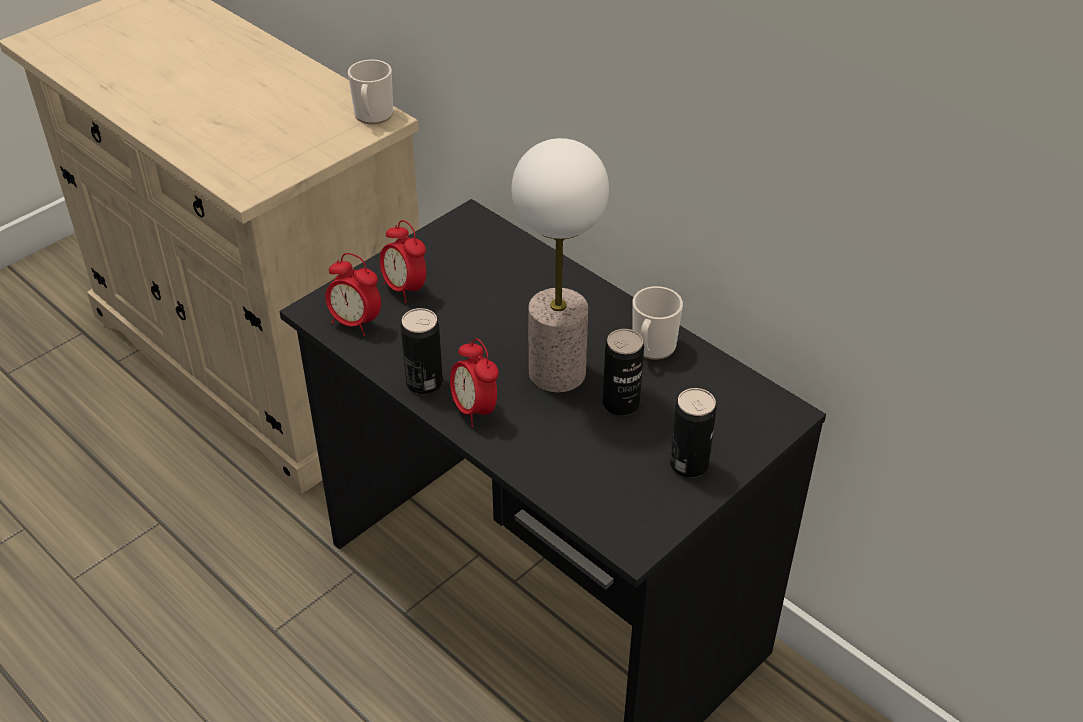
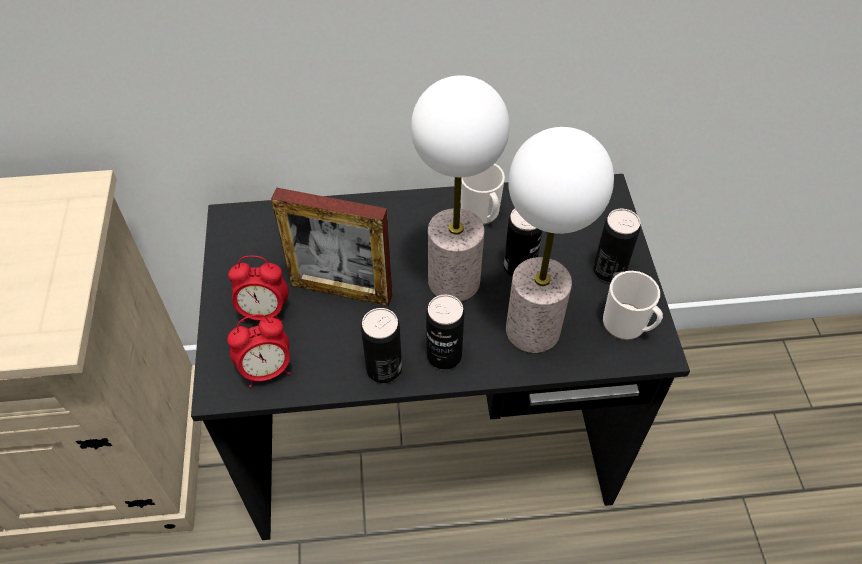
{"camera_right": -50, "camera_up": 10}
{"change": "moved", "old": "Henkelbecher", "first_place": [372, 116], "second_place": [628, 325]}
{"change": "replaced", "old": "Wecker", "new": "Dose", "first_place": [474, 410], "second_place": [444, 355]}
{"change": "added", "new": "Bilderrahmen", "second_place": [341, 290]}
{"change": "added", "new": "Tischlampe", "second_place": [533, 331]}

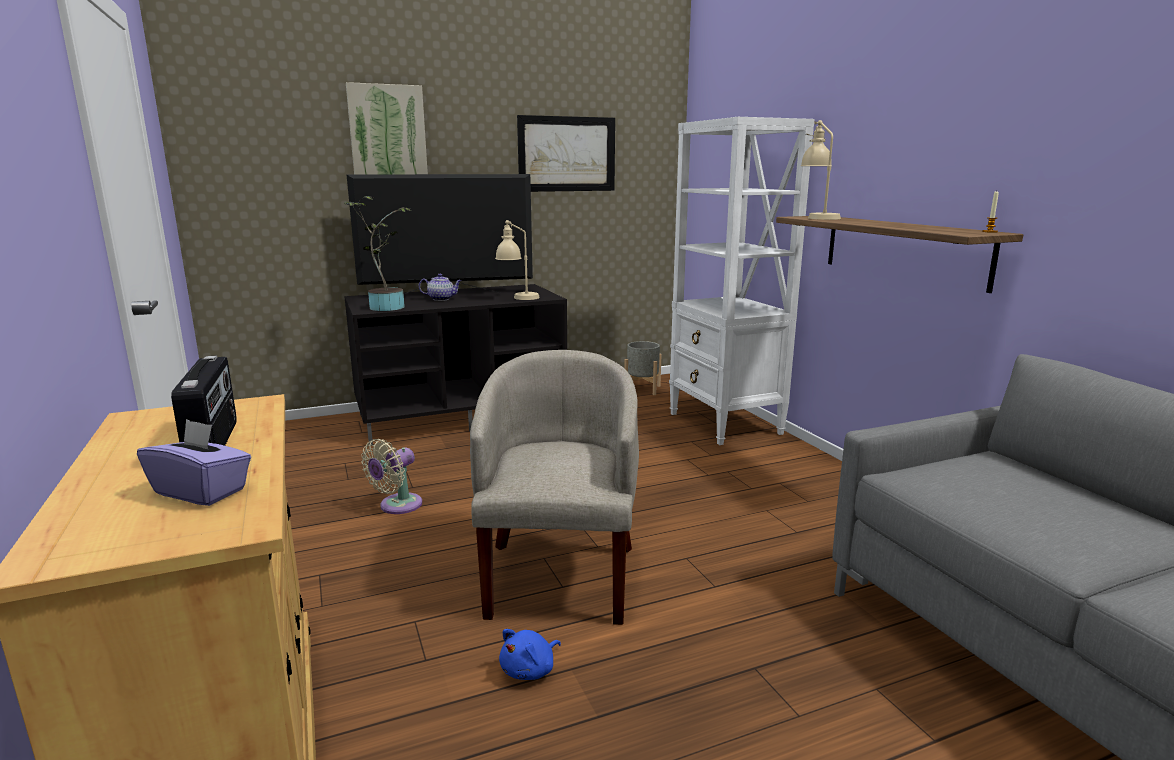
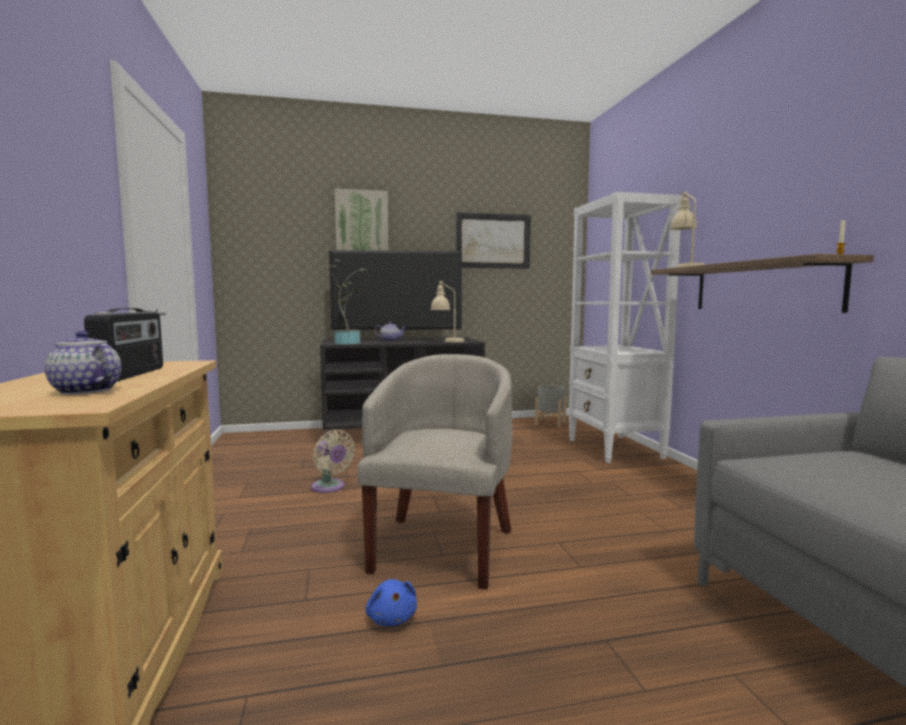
{"camera_right": 10, "camera_up": -10}
{"change": "replaced", "old": "Taschentuchbox/lila", "new": "Teekanne", "first_place": [202, 491], "second_place": [84, 391]}
{"change": "turned", "old": "Ventilator/beige", "first_place": [397, 506], "second_place": [330, 487], "degrees": -90}
{"change": "turned", "old": "Plüschtier/blau", "first_place": [530, 670], "second_place": [391, 618], "degrees": -75}

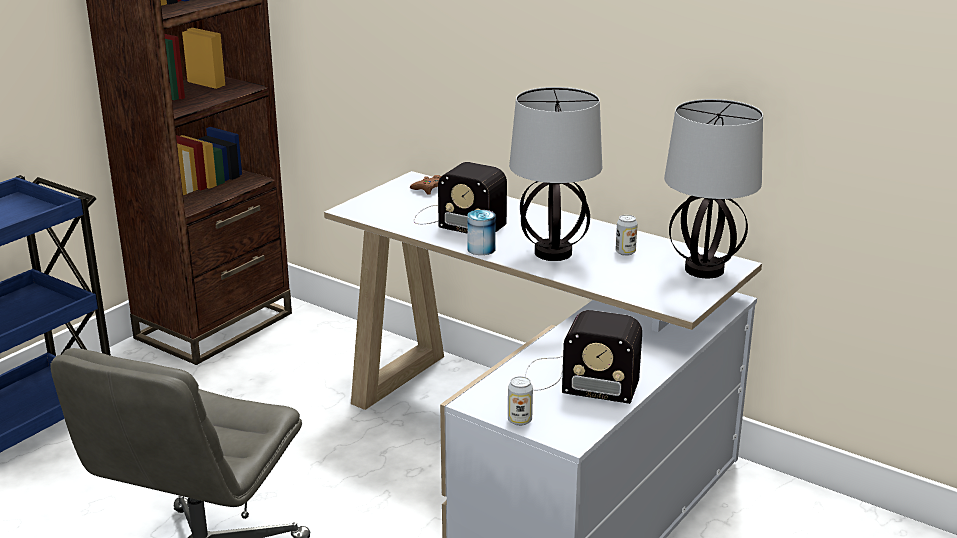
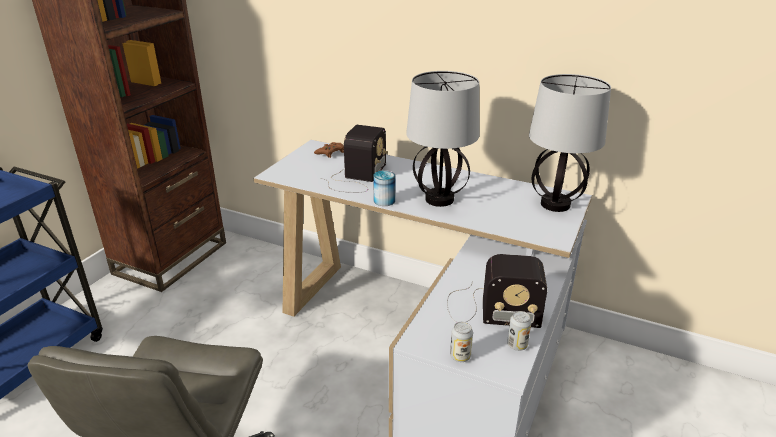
{"camera_right": -10, "camera_up": 5}
{"change": "turned", "old": "Radio", "first_place": [456, 220], "second_place": [357, 177], "degrees": -90}
{"change": "moved", "old": "Dose", "first_place": [625, 252], "second_place": [517, 345]}

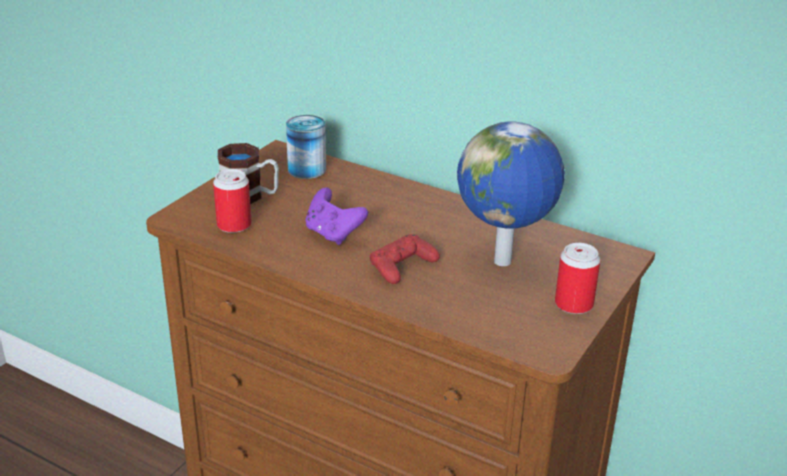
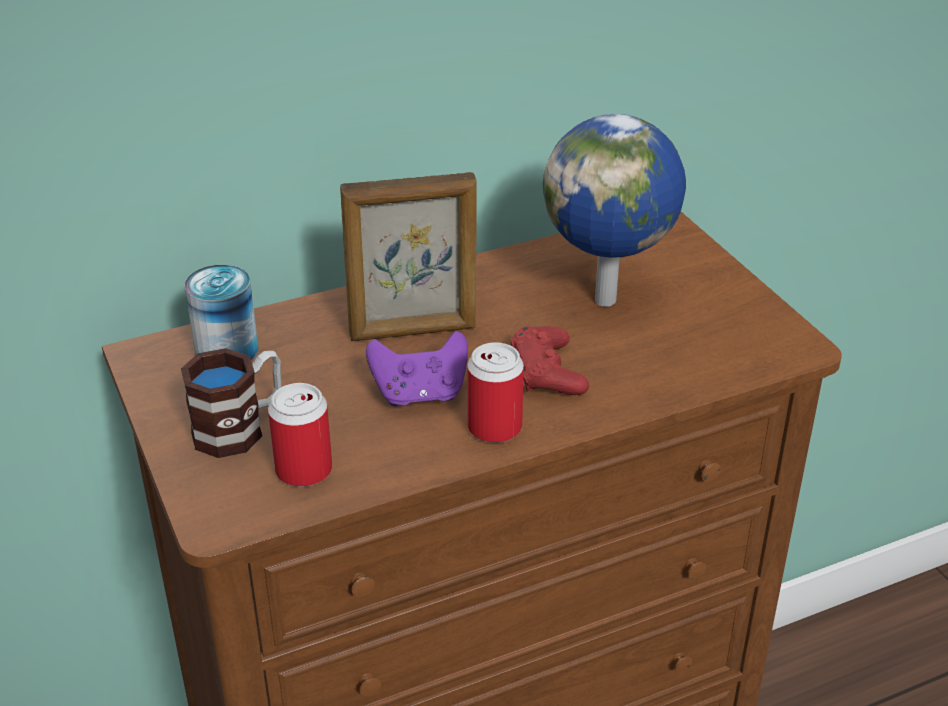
{"camera_right": -55, "camera_up": 5}
{"change": "moved", "old": "Dose", "first_place": [573, 304], "second_place": [494, 427]}
{"change": "added", "new": "Bilderrahmen", "second_place": [413, 331]}

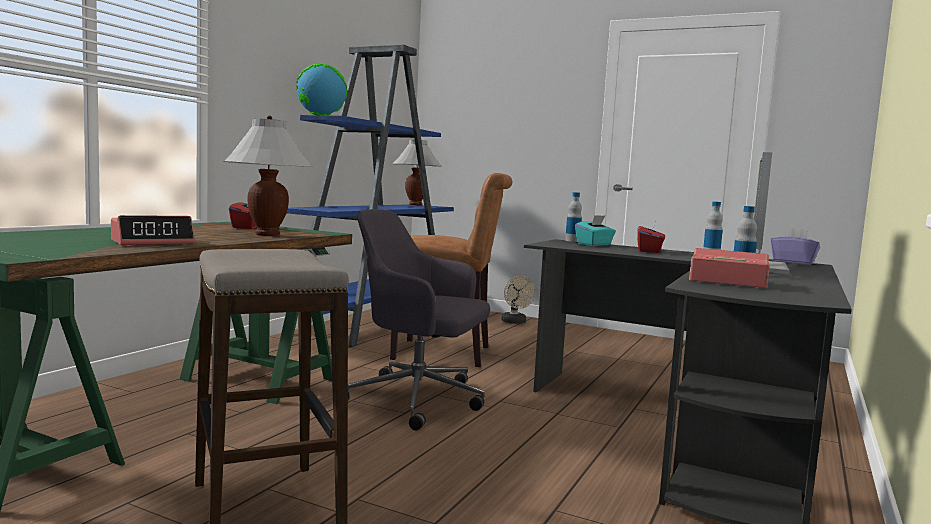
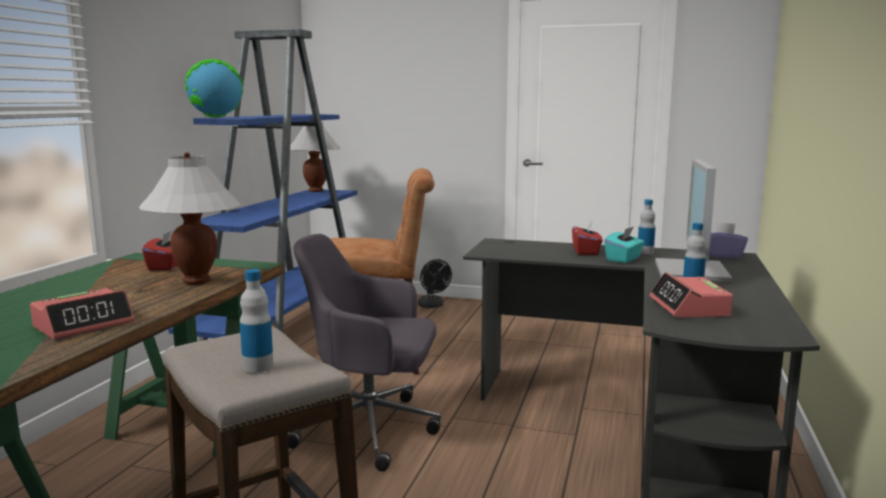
{"camera_right": -10, "camera_up": 5}
{"change": "recoloured", "old": "Ventilator/beige", "new": "Ventilator/schwarz", "first_place": [515, 322], "second_place": [433, 306]}
{"change": "moved", "old": "Flasche", "first_place": [572, 241], "second_place": [258, 366]}
{"change": "moved", "old": "Taschentuchbox/türkis", "first_place": [594, 244], "second_place": [624, 259]}
{"change": "turned", "old": "Wecker", "first_place": [727, 281], "second_place": [689, 308], "degrees": -105}

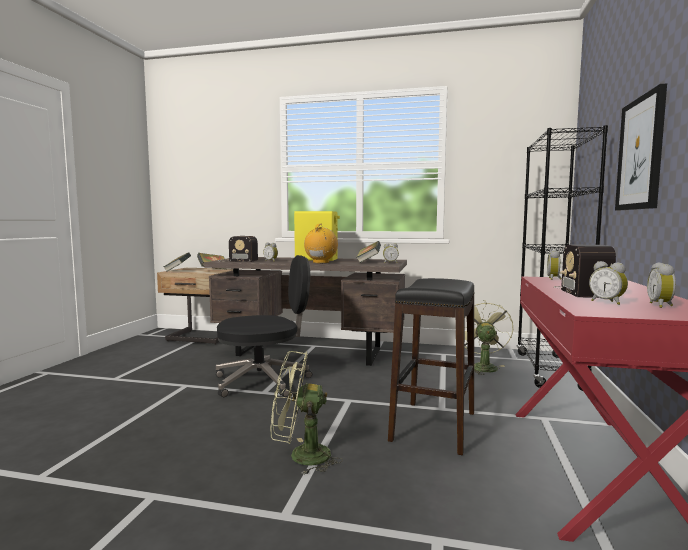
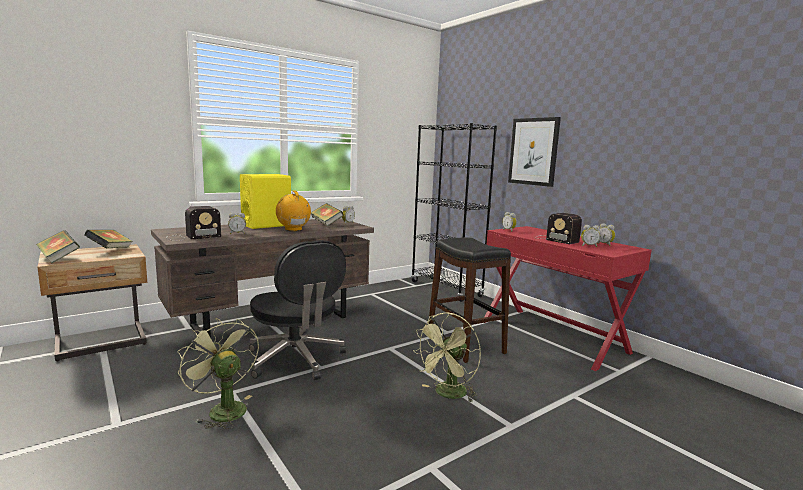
{"camera_right": -50, "camera_up": 5}
{"change": "turned", "old": "Bürostuhl/schwarz", "first_place": [264, 381], "second_place": [296, 359], "degrees": 120}
{"change": "moved", "old": "Ventilator/grün", "first_place": [482, 366], "second_place": [222, 409]}

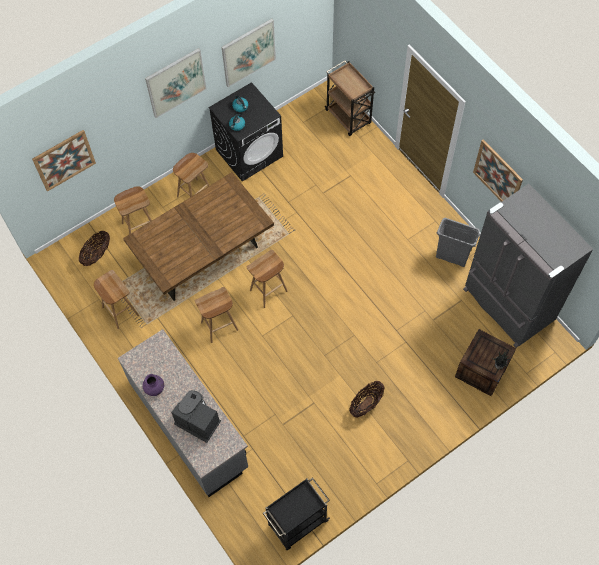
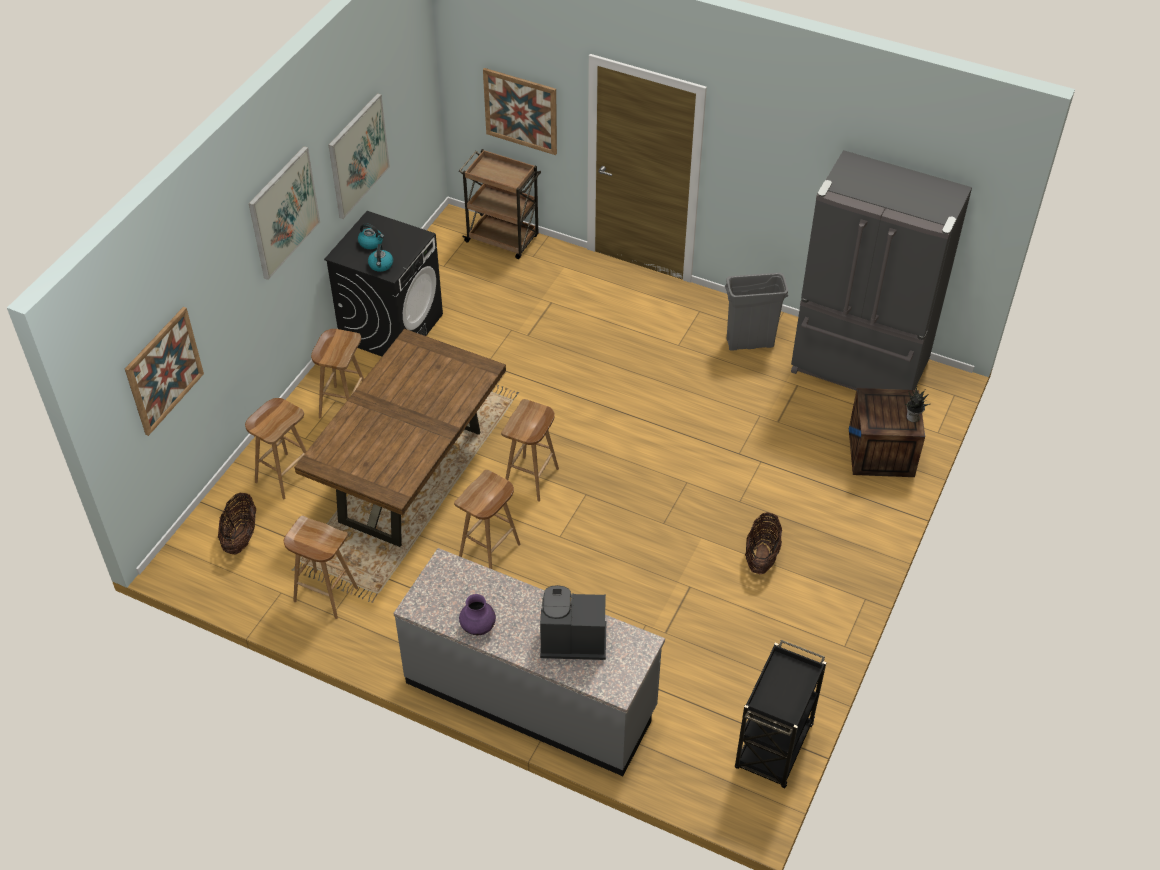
{"camera_right": -30, "camera_up": -15}
{"change": "moved", "old": "Bild", "first_place": [497, 175], "second_place": [521, 111]}

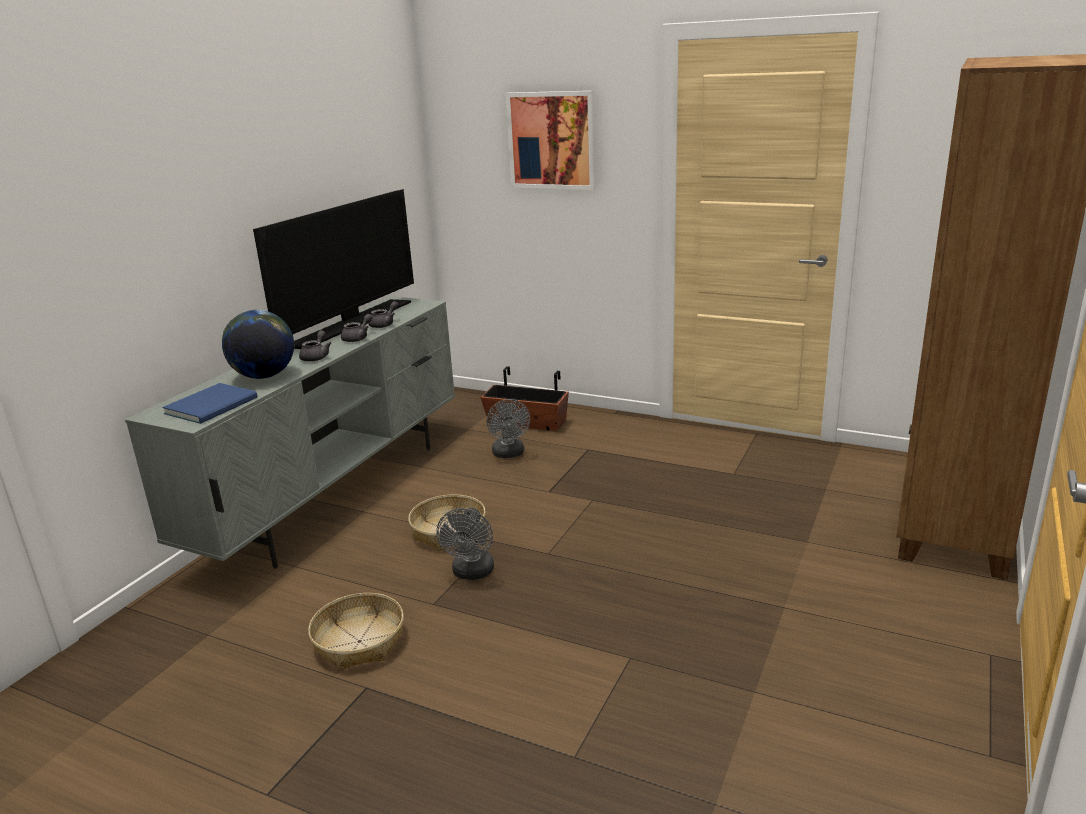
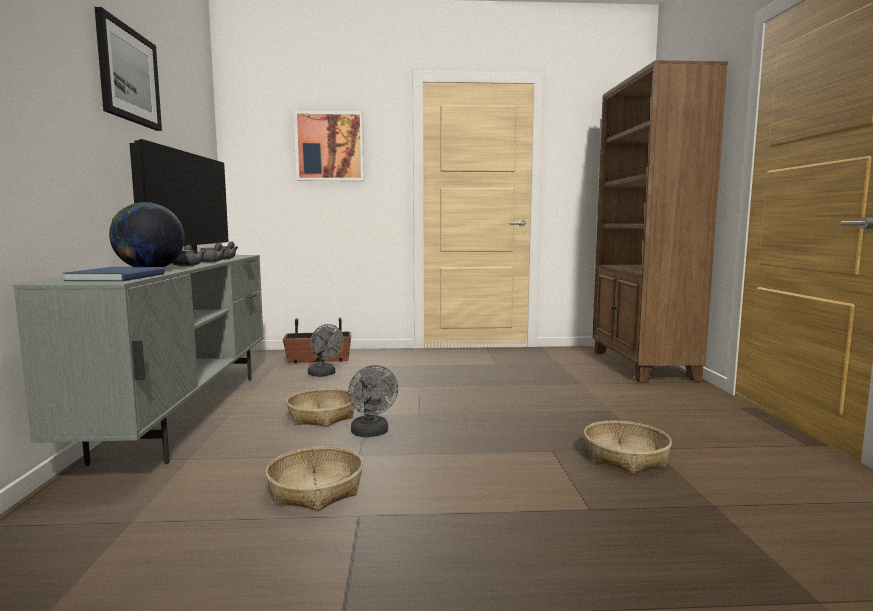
{"camera_right": -30, "camera_up": -15}
{"change": "added", "new": "Bild", "second_place": [128, 75]}
{"change": "added", "new": "Korb", "second_place": [626, 457]}

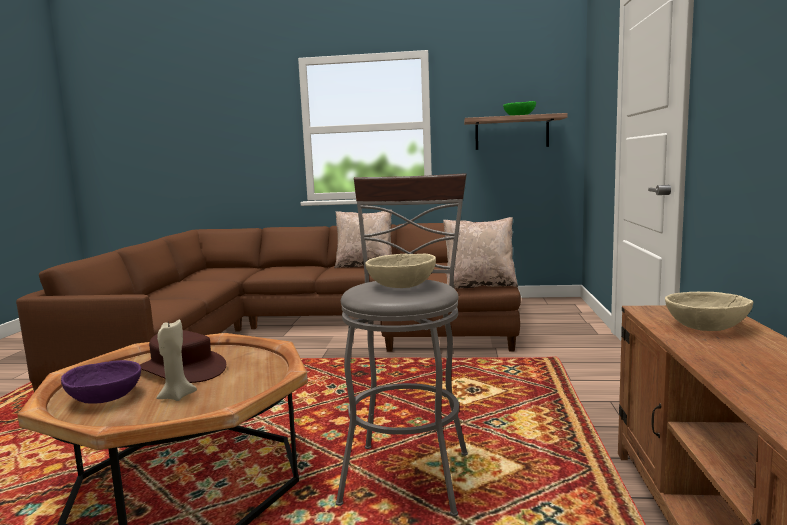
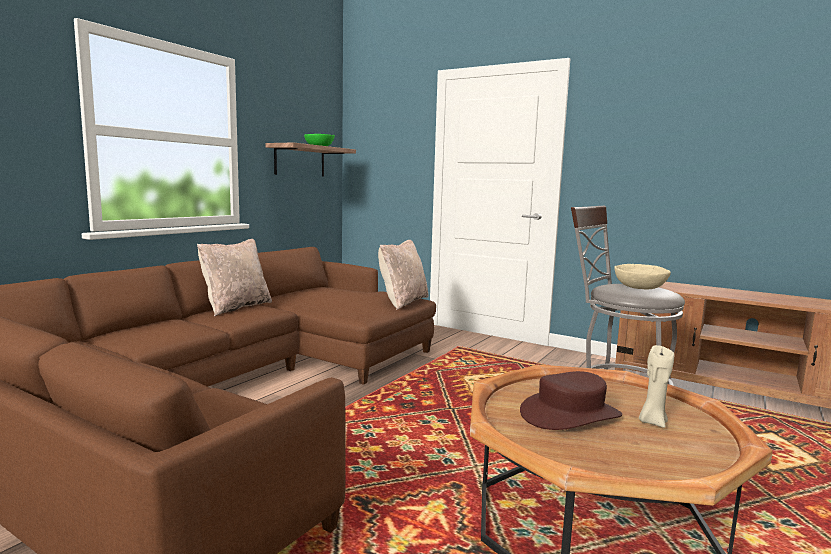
{"camera_right": -65, "camera_up": 0}
{"change": "removed", "old": "Schüssel/lila", "first_place": [104, 397]}
{"change": "removed", "old": "Schüssel/beige", "first_place": [706, 327]}

